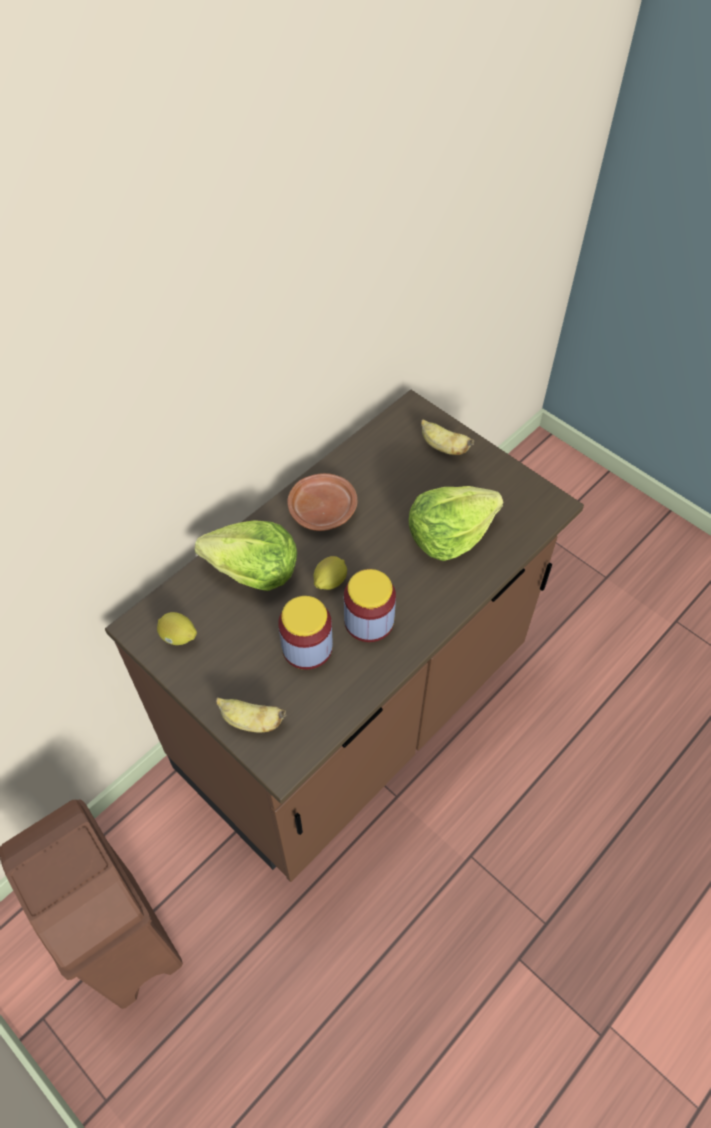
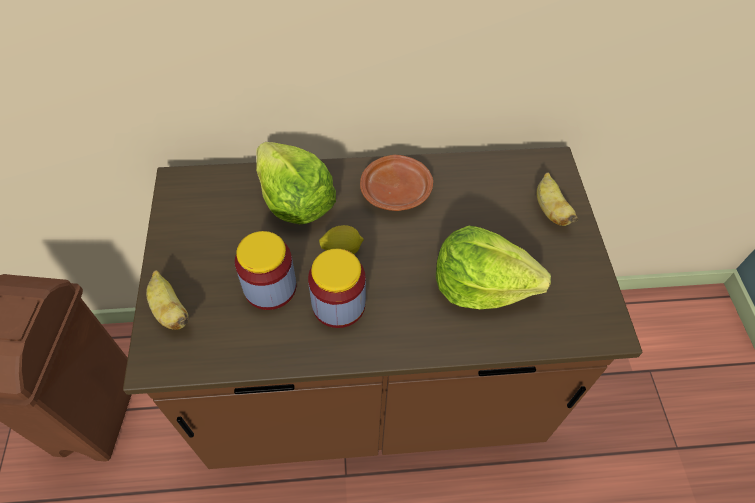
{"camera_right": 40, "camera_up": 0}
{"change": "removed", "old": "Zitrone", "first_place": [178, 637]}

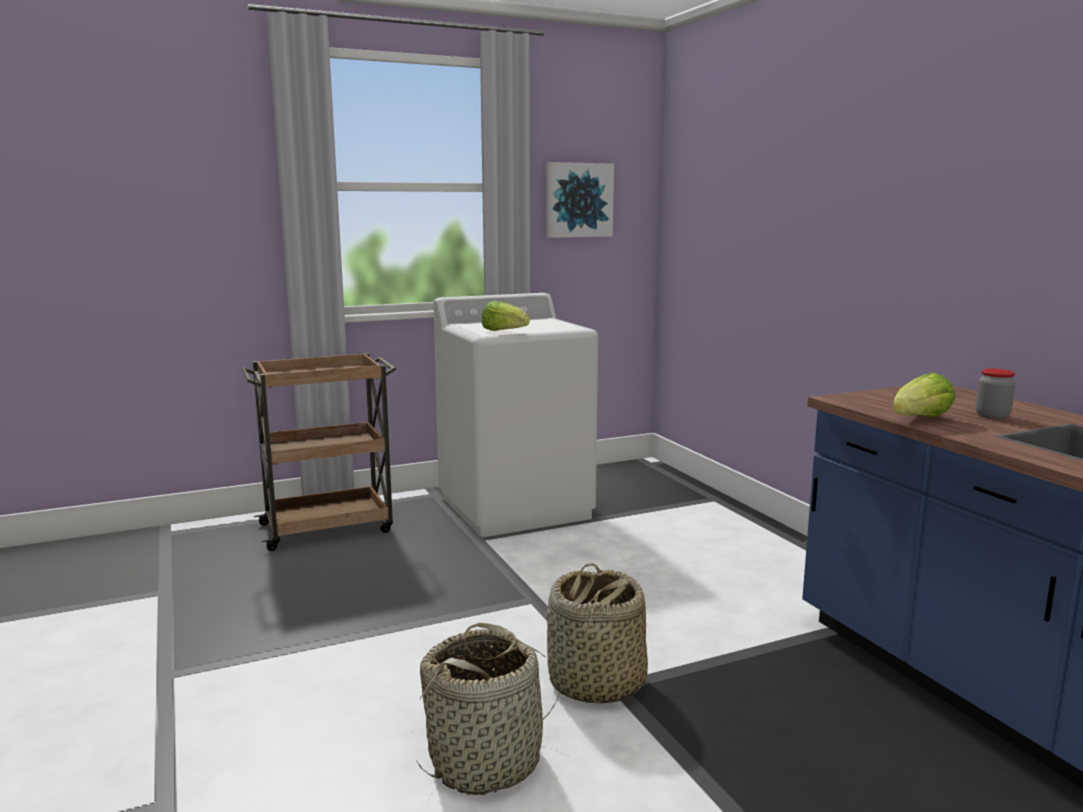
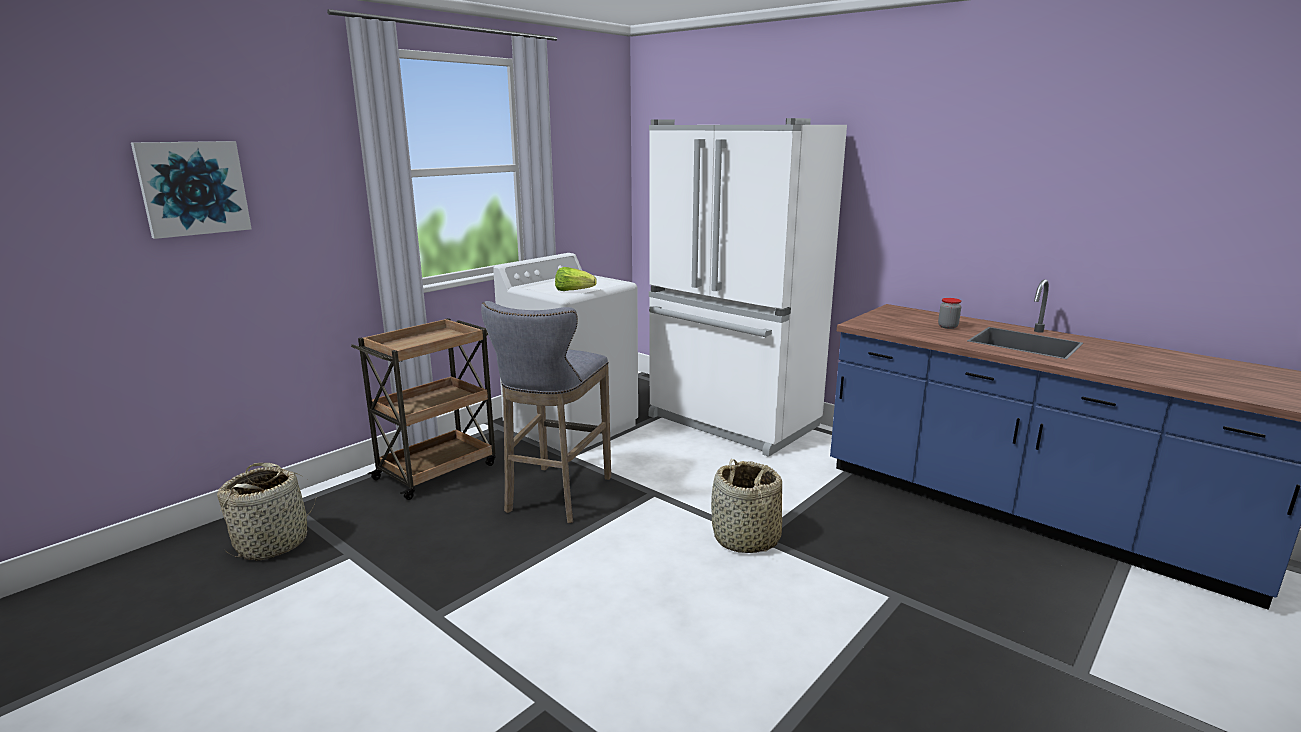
{"camera_right": -25, "camera_up": 5}
{"change": "moved", "old": "Korb", "first_place": [486, 761], "second_place": [273, 543]}
{"change": "moved", "old": "Bild", "first_place": [578, 200], "second_place": [193, 188]}
{"change": "removed", "old": "Salatkopf", "first_place": [920, 419]}
{"change": "added", "new": "Hocker/grau", "second_place": [556, 496]}
{"change": "added", "new": "Kühlschrank/weiß", "second_place": [732, 422]}

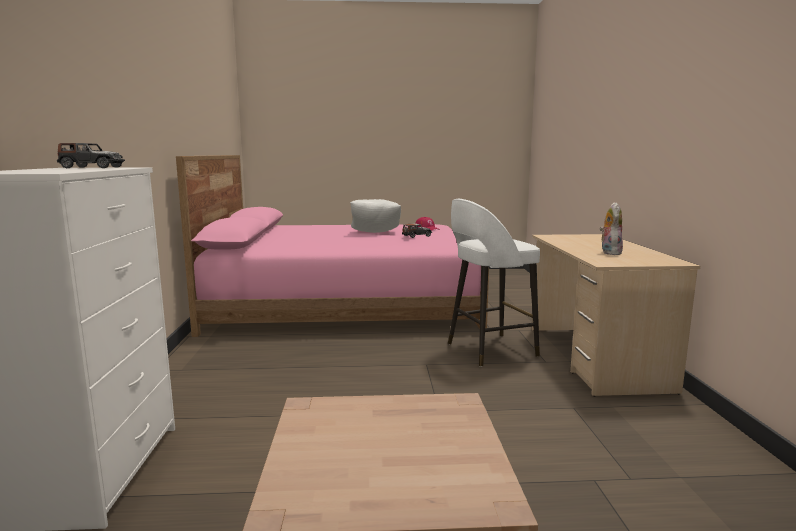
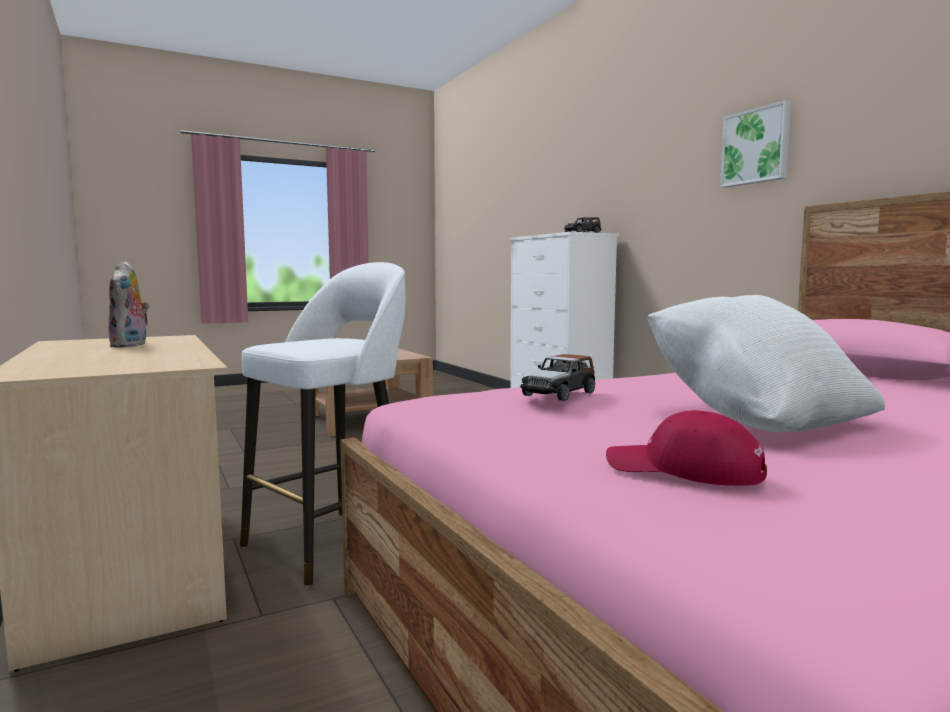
{"camera_right": 155, "camera_up": -5}
{"change": "added", "new": "Bild", "second_place": [756, 147]}

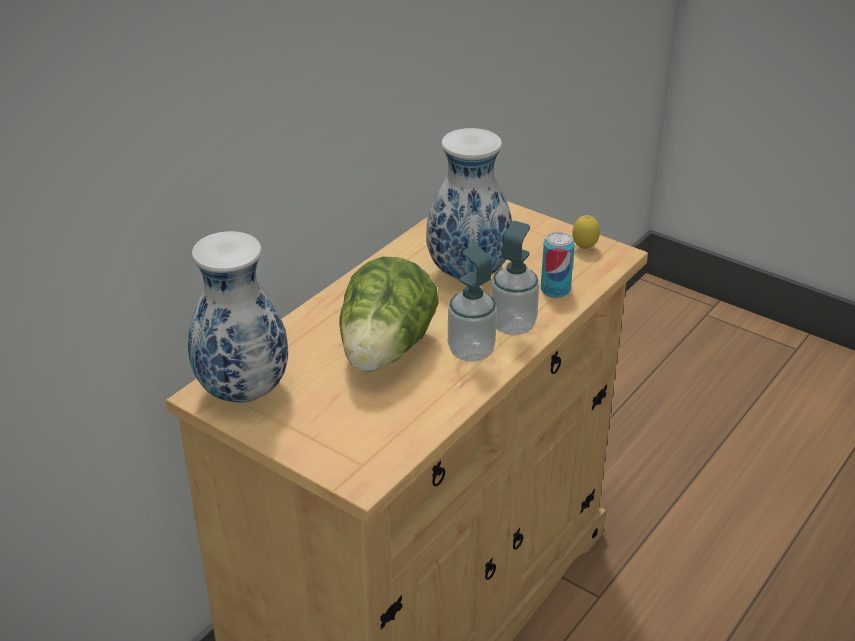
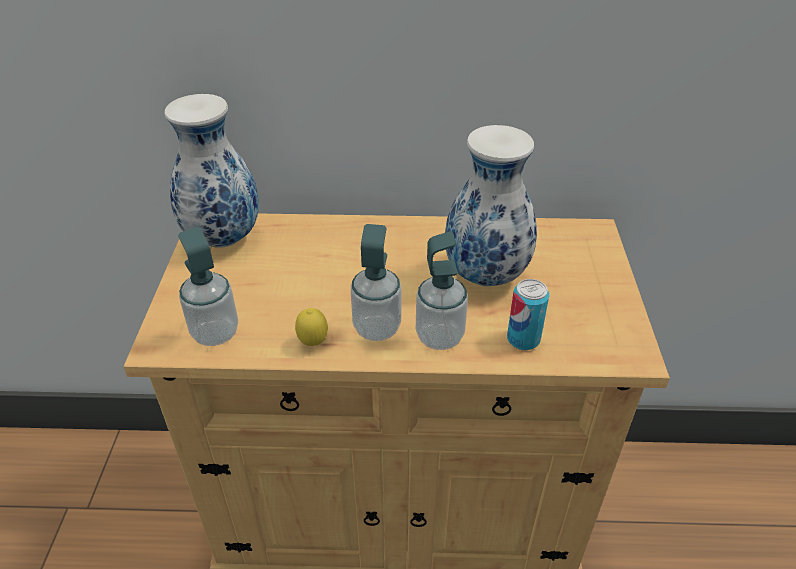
{"camera_right": 55, "camera_up": 5}
{"change": "removed", "old": "Salatkopf", "first_place": [385, 352]}
{"change": "moved", "old": "Zitrone", "first_place": [584, 248], "second_place": [313, 343]}
{"change": "added", "new": "Seifenspender", "second_place": [215, 333]}

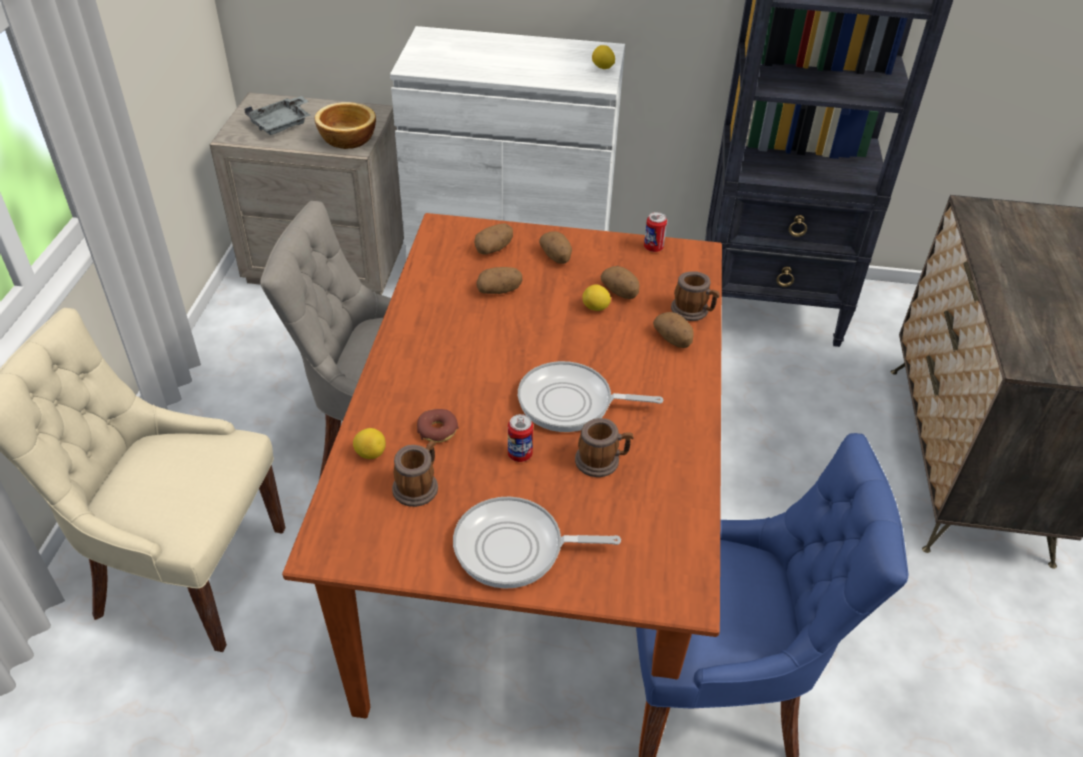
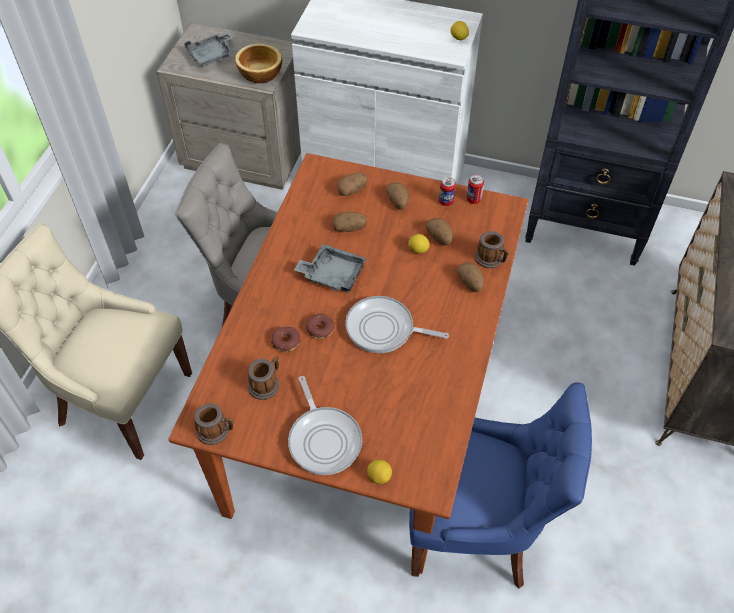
{"camera_right": 10, "camera_up": 10}
{"change": "moved", "old": "Zitrone", "first_place": [370, 453], "second_place": [379, 476]}
{"change": "turned", "old": "Pfanne", "first_place": [515, 548], "second_place": [324, 439], "degrees": -120}
{"change": "moved", "old": "Dose", "first_place": [520, 454], "second_place": [446, 201]}
{"change": "moved", "old": "Henkelbecher", "first_place": [602, 461], "second_place": [216, 431]}
{"change": "added", "new": "Tablett/grau", "second_place": [332, 274]}
{"change": "added", "new": "Donut", "second_place": [320, 329]}

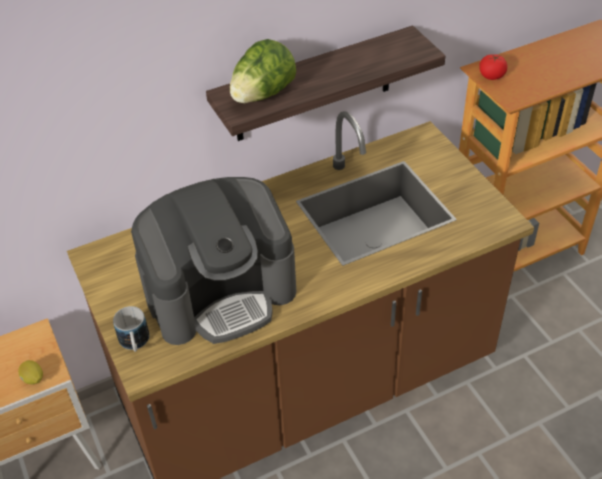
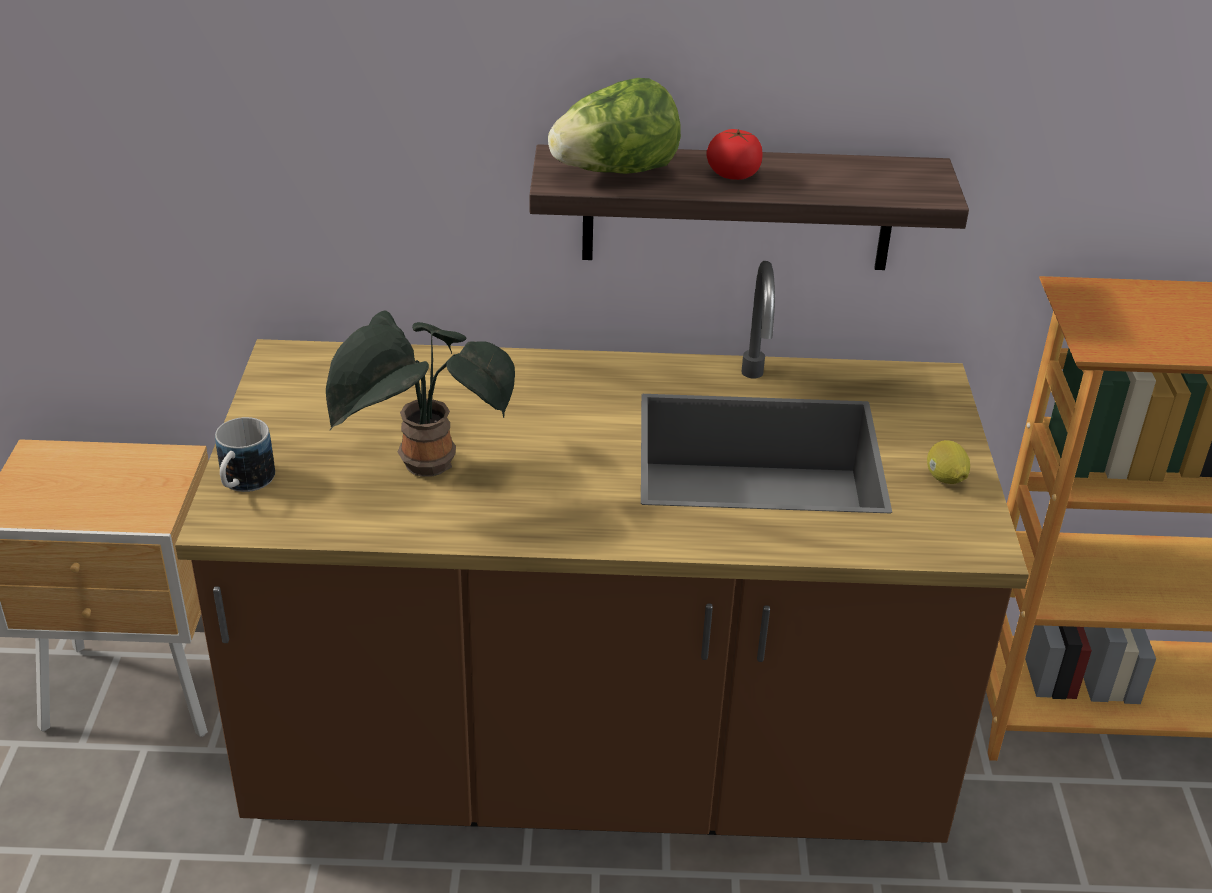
{"camera_right": 25, "camera_up": -10}
{"change": "moved", "old": "Zitrone", "first_place": [33, 379], "second_place": [945, 479]}
{"change": "replaced", "old": "Kaffeemaschine", "new": "Topfpflanze", "first_place": [221, 292], "second_place": [422, 468]}
{"change": "moved", "old": "Tomate", "first_place": [491, 76], "second_place": [733, 174]}

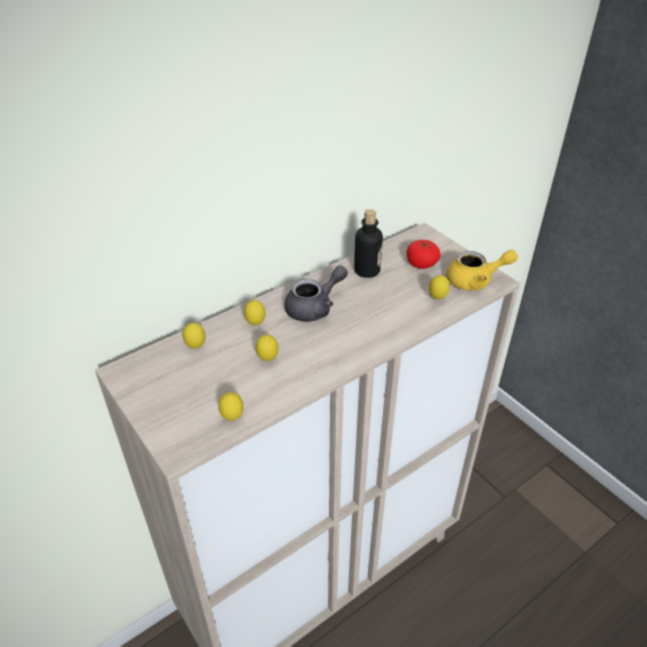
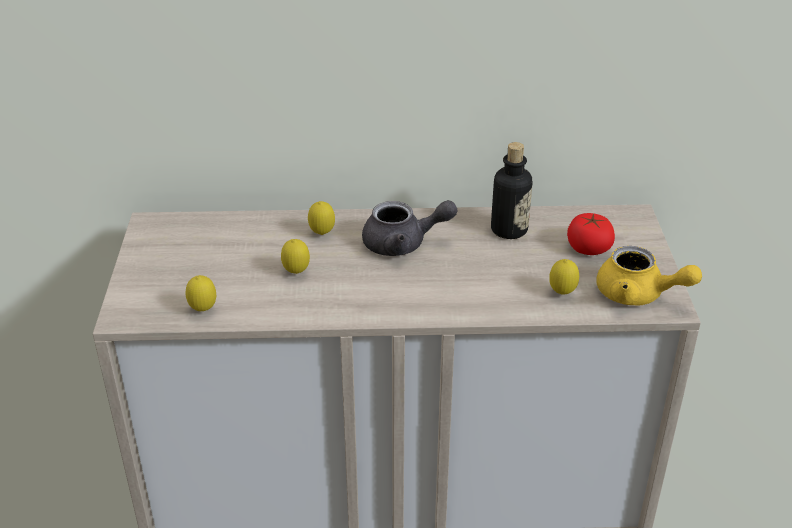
{"camera_right": 35, "camera_up": -5}
{"change": "removed", "old": "Zitrone", "first_place": [196, 347]}

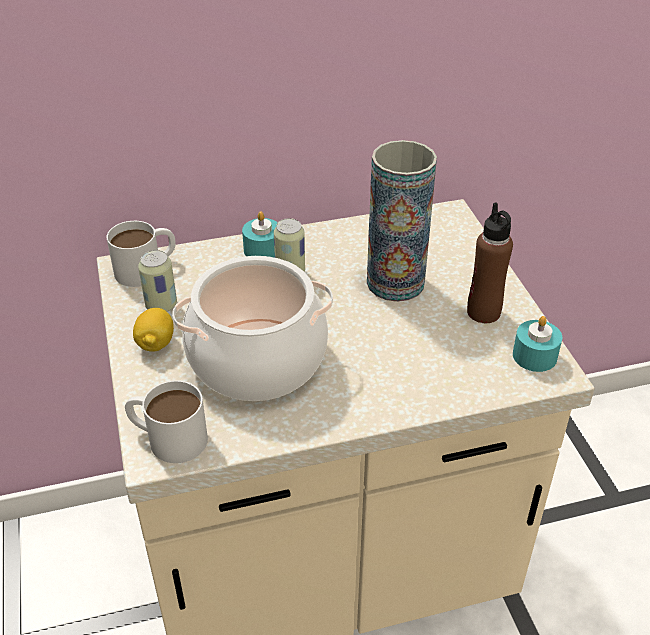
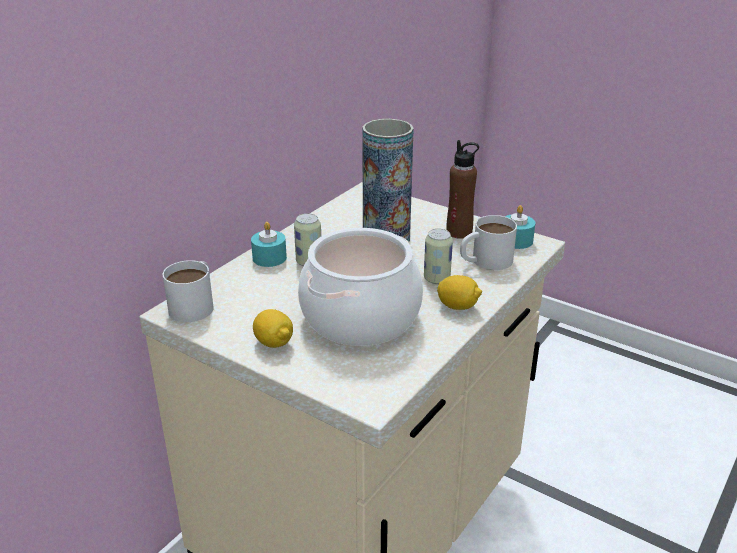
{"camera_right": -40, "camera_up": -10}
{"change": "moved", "old": "Henkelbecher/weiß", "first_place": [167, 437], "second_place": [485, 261]}
{"change": "moved", "old": "Dose", "first_place": [161, 305], "second_place": [436, 279]}
{"change": "added", "new": "Zitrone", "second_place": [458, 306]}

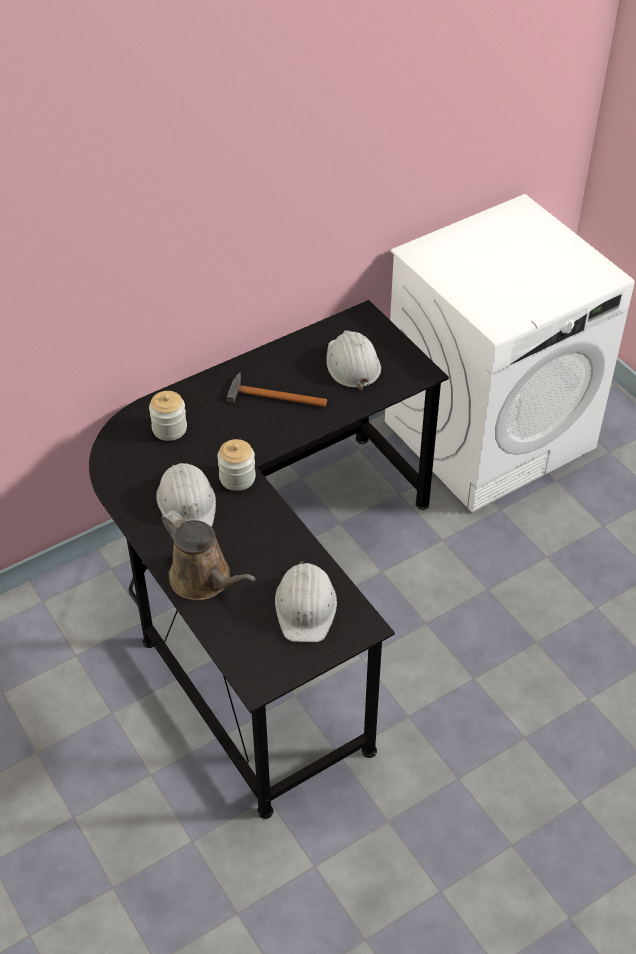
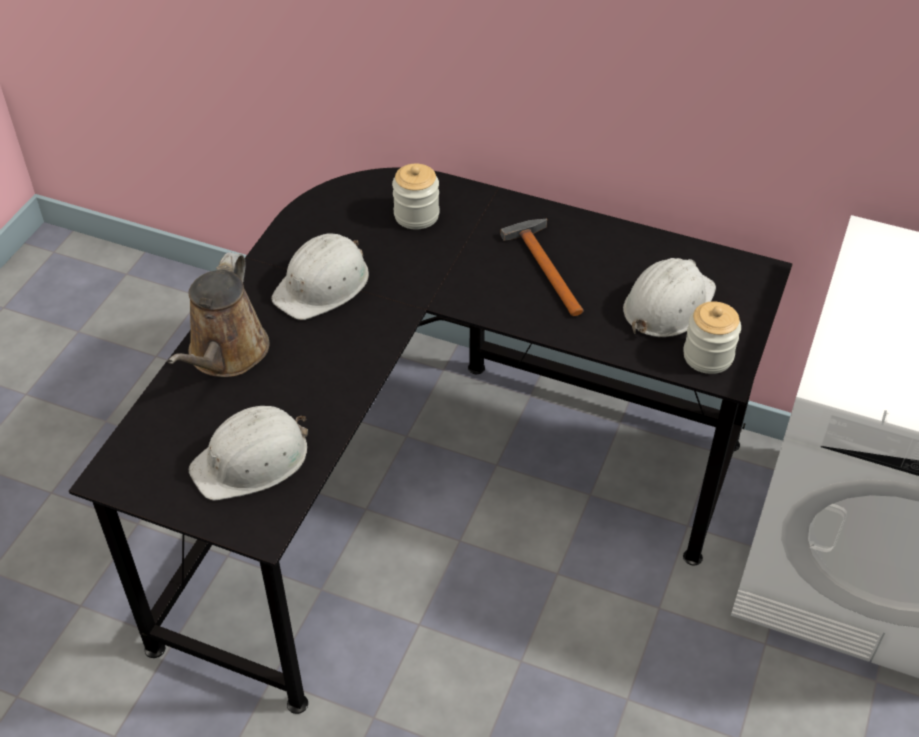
{"camera_right": 55, "camera_up": 0}
{"change": "moved", "old": "Vorratsglas", "first_place": [237, 478], "second_place": [708, 356]}

